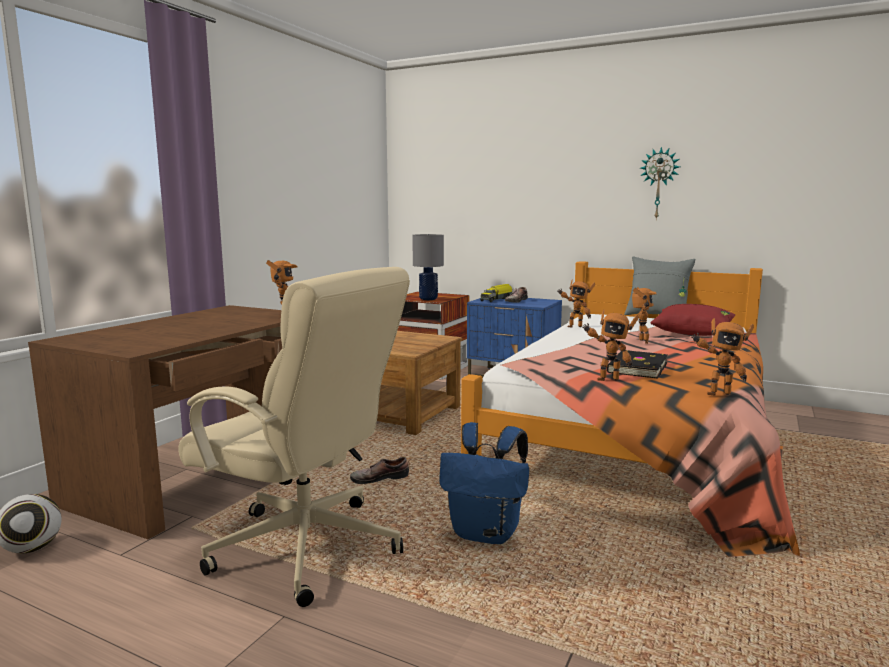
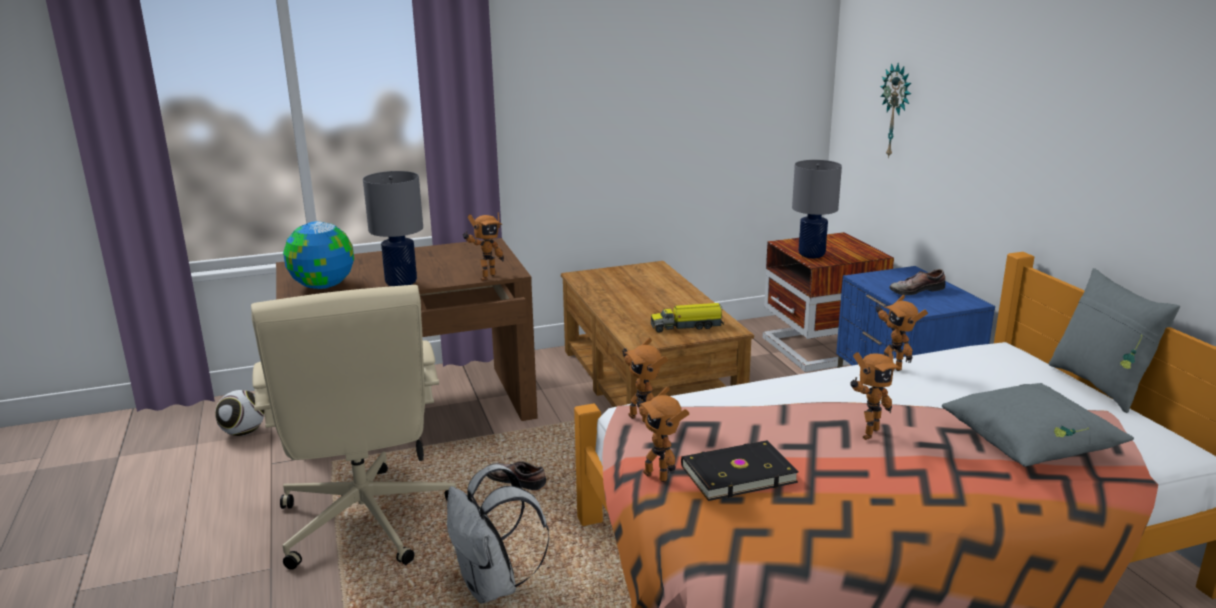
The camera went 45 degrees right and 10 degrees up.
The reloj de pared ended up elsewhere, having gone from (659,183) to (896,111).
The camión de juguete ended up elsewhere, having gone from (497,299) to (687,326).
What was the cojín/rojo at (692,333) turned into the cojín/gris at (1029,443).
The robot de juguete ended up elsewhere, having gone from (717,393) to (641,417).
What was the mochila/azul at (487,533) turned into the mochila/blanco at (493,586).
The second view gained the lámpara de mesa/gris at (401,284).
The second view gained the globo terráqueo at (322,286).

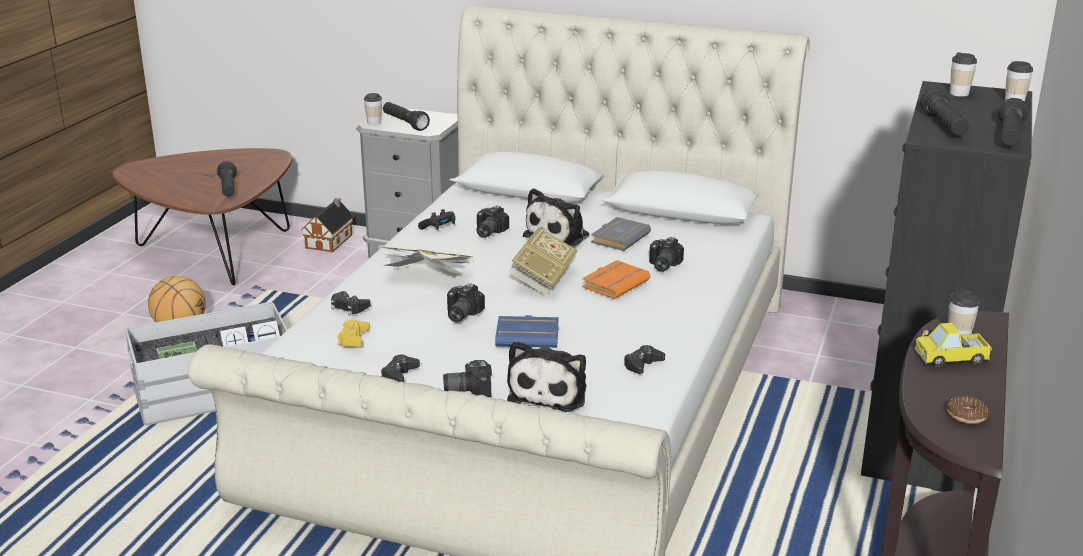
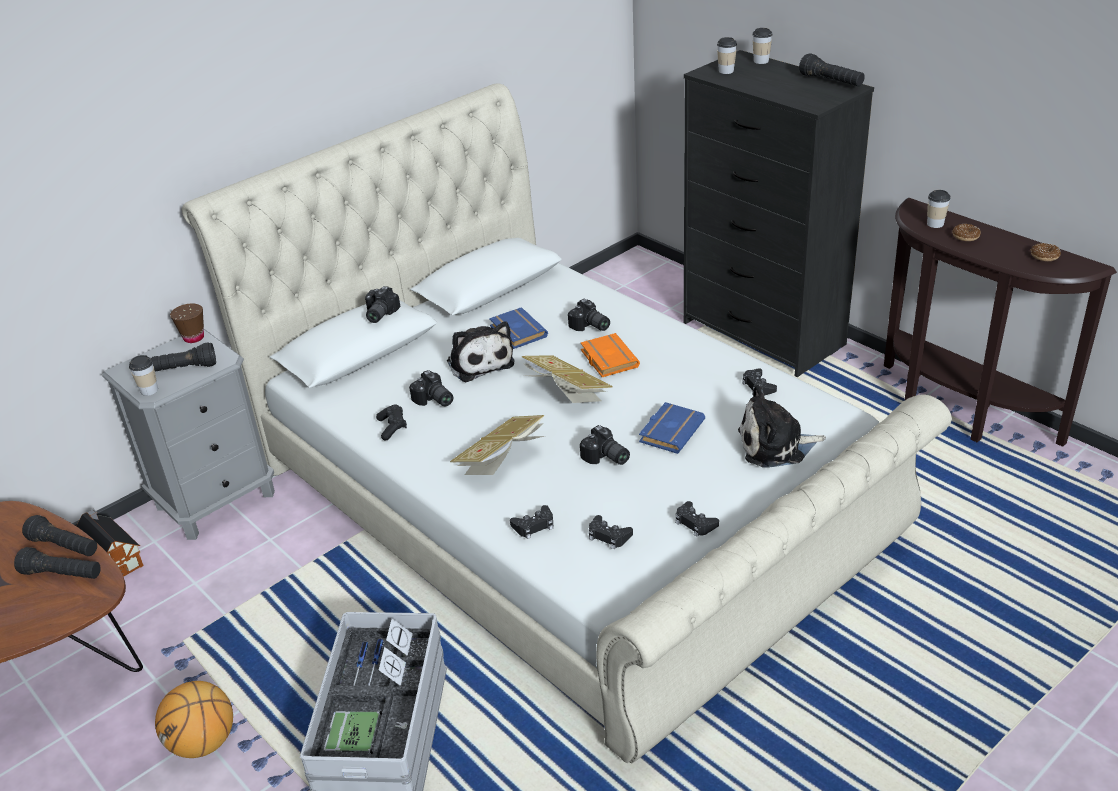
The camera went 60 degrees left and 10 degrees up.
The linterna/negro ended up elsewhere, having gone from (943,126) to (65,547).
What was the libro/gris at (619,238) turned into the libro/azul at (516,332).
What was the mando de consola/amarillo at (353,338) turned into the mando de consola/negro at (608,536).
Where the camión de juguete stood at (951,358), the rosquilla came to stand at (965,236).
The peluche at (550,392) ended up facing another way, 135 degrees clockwise from before.
The cámara ended up elsewhere, having gone from (467,389) to (378,314).
The second view gained the taza/marrón at (194,338).

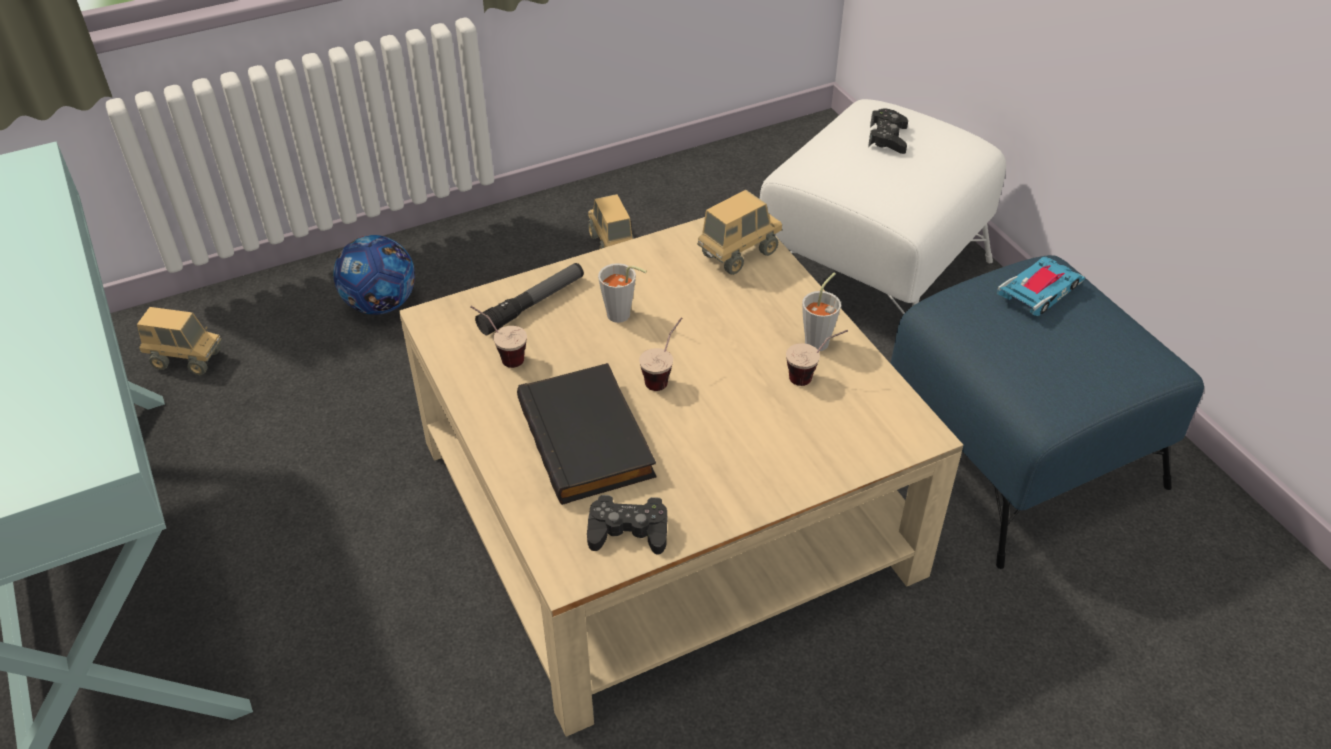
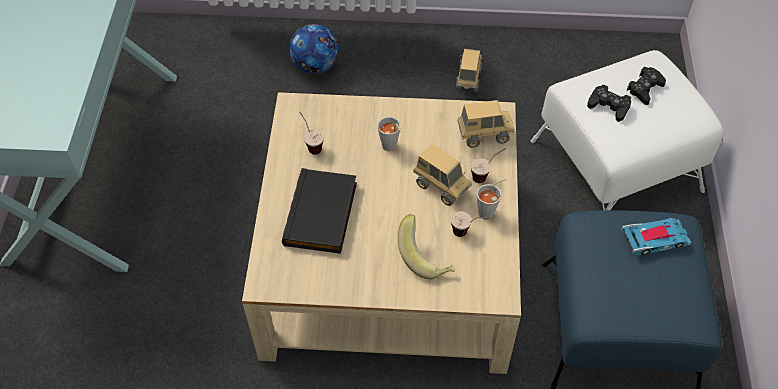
The camera went 30 degrees right and 10 degrees up.
The second view lost the linterna at (532,305).
The camión de juguete ended up elsewhere, having gone from (186,360) to (441,187).
The taza ended up elsewhere, having gone from (664,375) to (486,175).
The mando de consola/negro ended up elsewhere, having gone from (628,531) to (609,106).
The second view gained the plátano at (426,257).

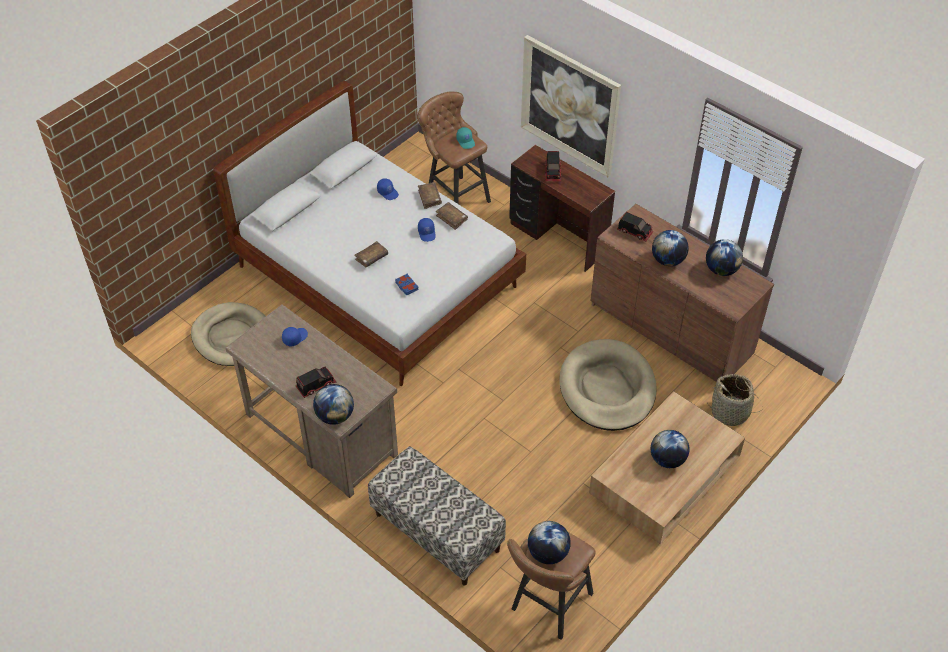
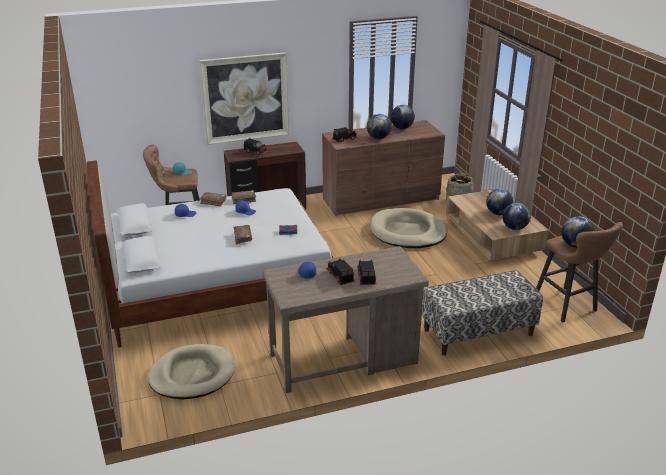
The camera went 60 degrees left and 20 degrees down.
The globo terráqueo ended up elsewhere, having gone from (335,416) to (514,228).
The second view gained the camión de juguete at (339,276).

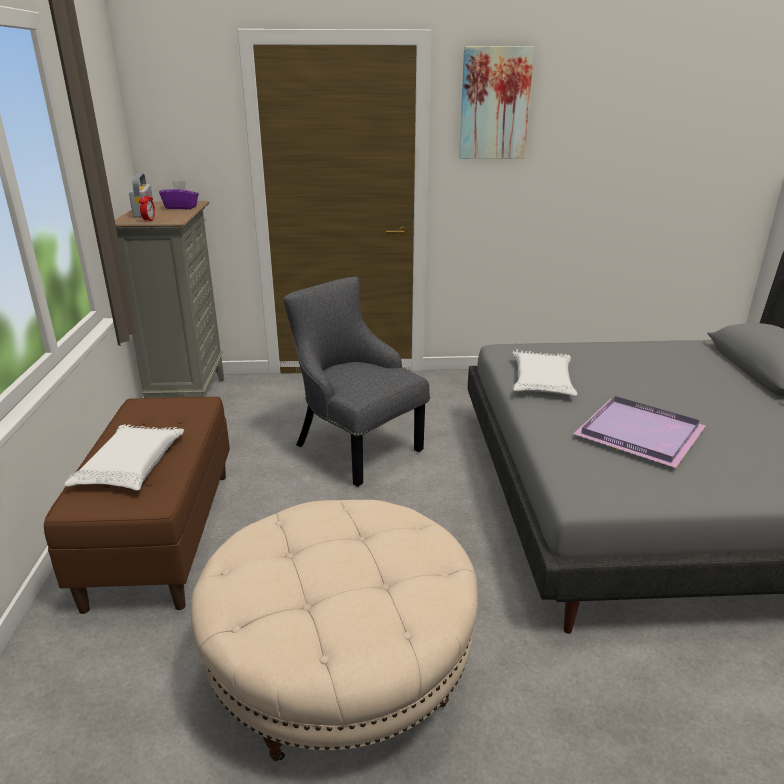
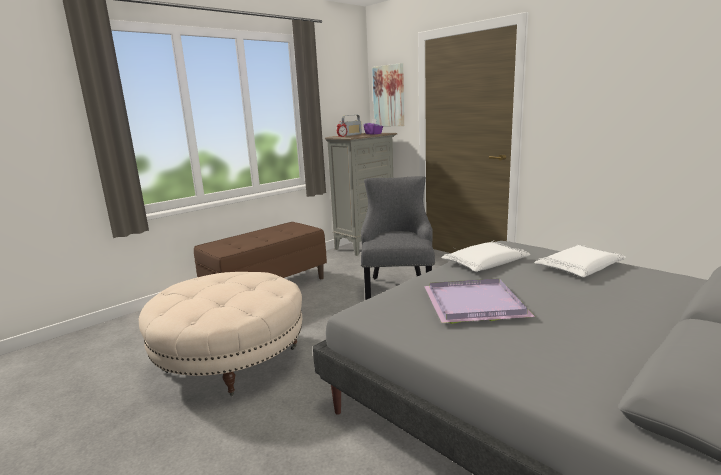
The camera went 50 degrees right and 10 degrees down.
The cuadro ended up elsewhere, having gone from (494,104) to (389,96).
The cojín/blanco ended up elsewhere, having gone from (130,464) to (580,266).

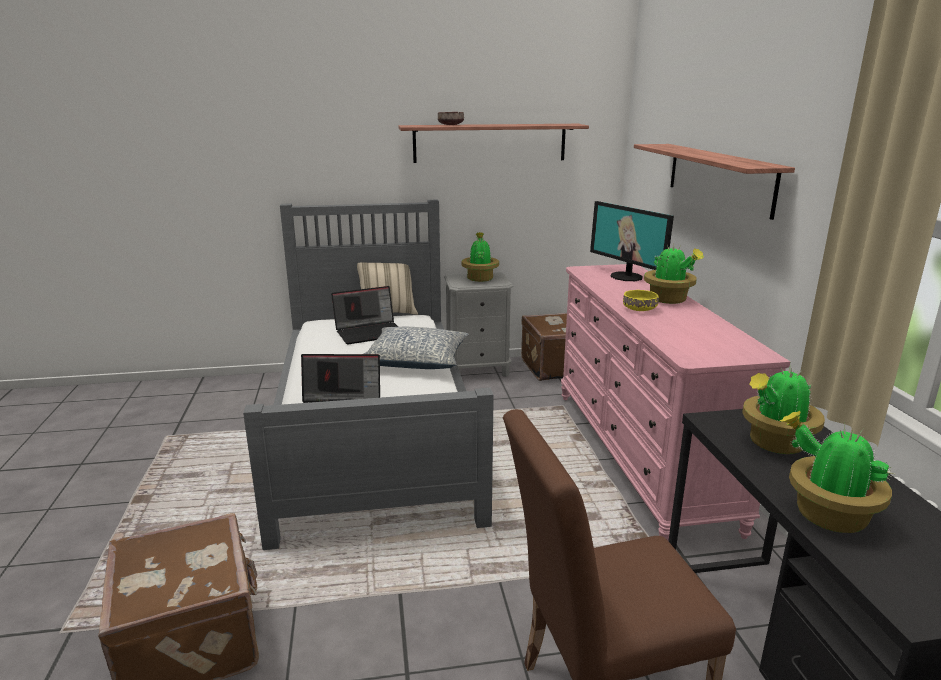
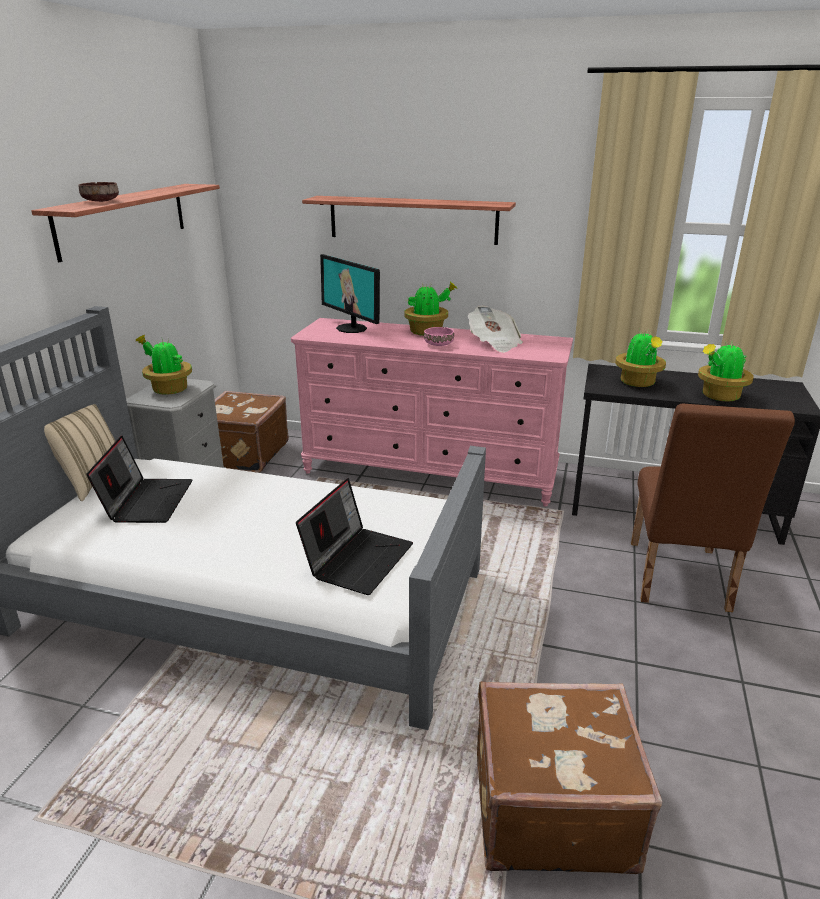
The camera went 65 degrees left and 5 degrees up.
The monitor at (627,276) ended up facing another way, 60 degrees clockwise from before.
What was the cuenco/amarillo at (638,309) turned into the cuenco/rosa at (438,344).
The second view lost the cojín at (416,360).
The second view gained the periódico at (494,344).

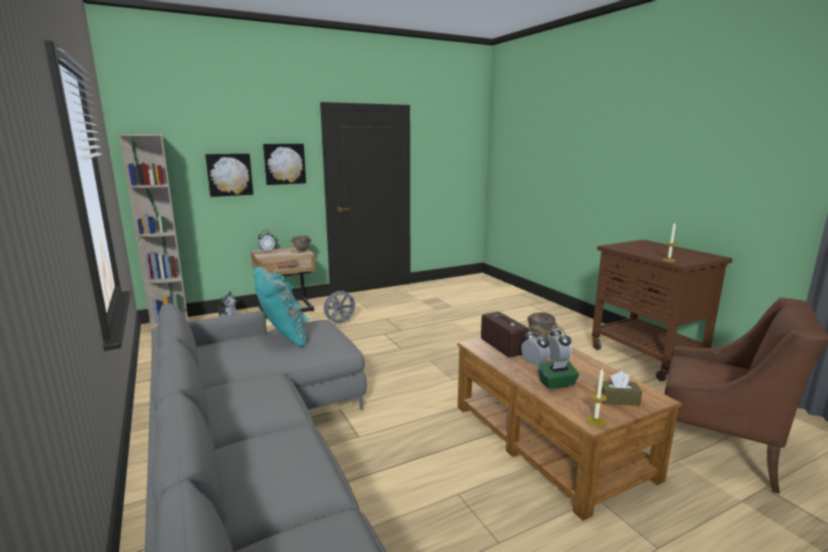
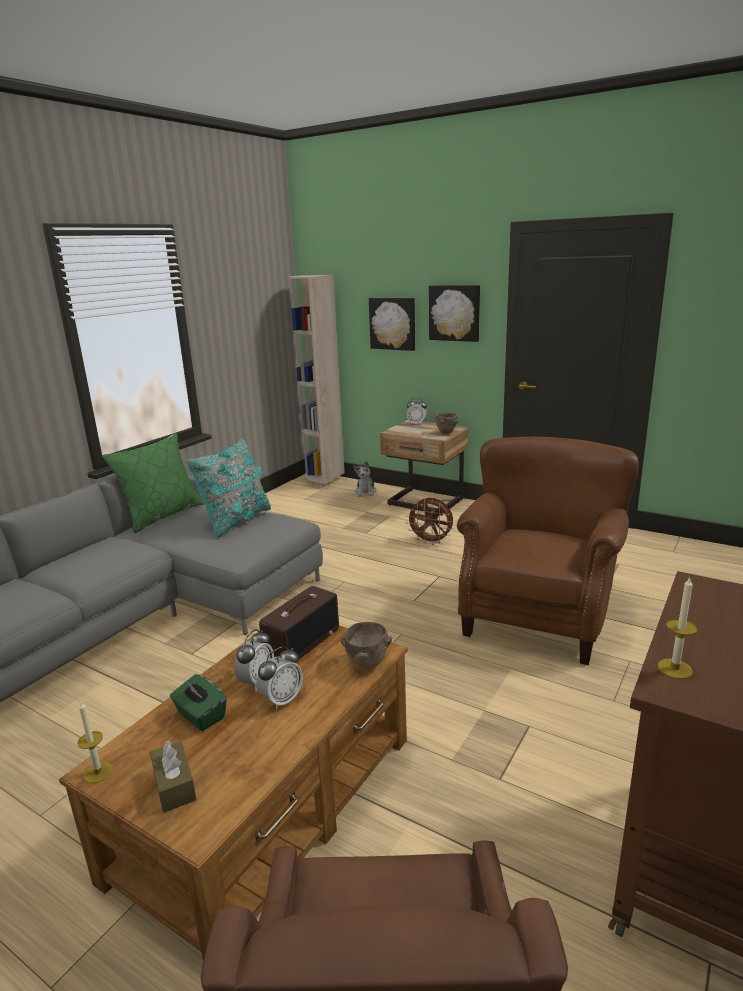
The camera went 60 degrees right and 5 degrees up.
What was the ventilador/gris at (340,323) turned into the ventilador/marrón at (431,541).
The second view gained the cojín/verde at (162,515).
The second view gained the sillón/marrón at (538,613).

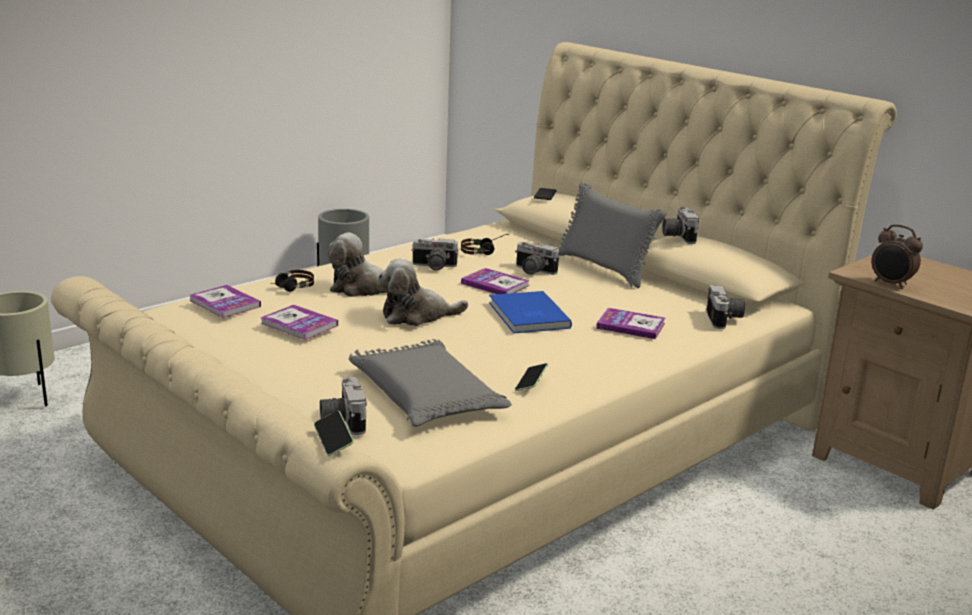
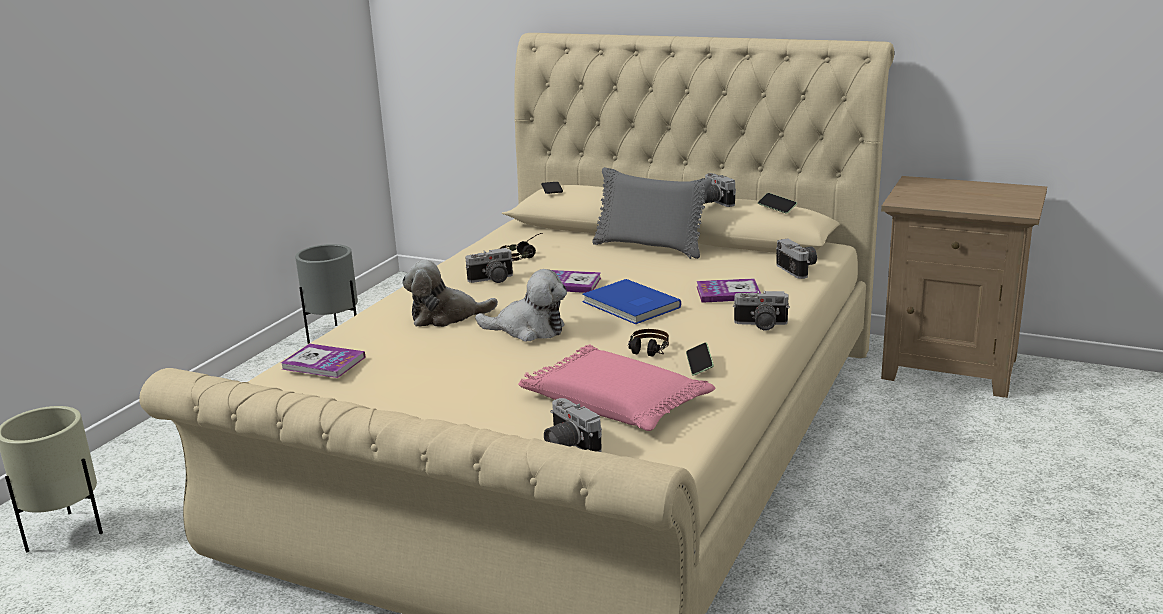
The camera went 20 degrees left and 0 degrees up.
The second view lost the despertador at (891,284).
The cámara ended up elsewhere, having gone from (532,271) to (760,325).
The peluche at (416,316) ended up facing another way, 135 degrees counterclockwise from before.
The auriculares ended up elsewhere, having gone from (288,289) to (647,354).
The second view lost the libro at (299,324).
What was the cojín/gris at (426,393) turned into the cojín/rosa at (615,399).
The móvil ended up elsewhere, having gone from (333,440) to (777,208).

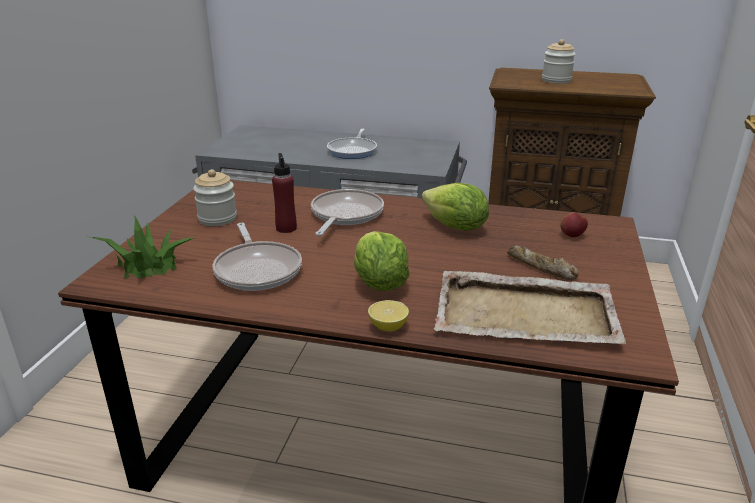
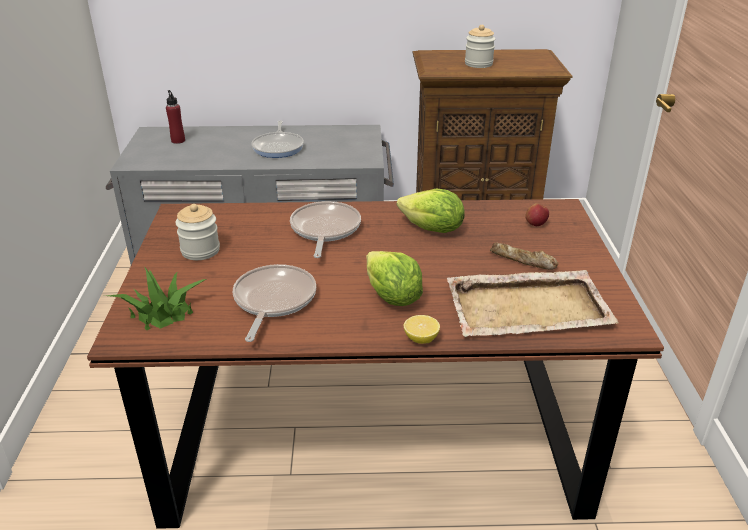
The camera went 15 degrees left and 5 degrees up.
The botella/rojo ended up elsewhere, having gone from (286,228) to (178,140).
The sartén at (257,269) ended up facing another way, 135 degrees counterclockwise from before.

